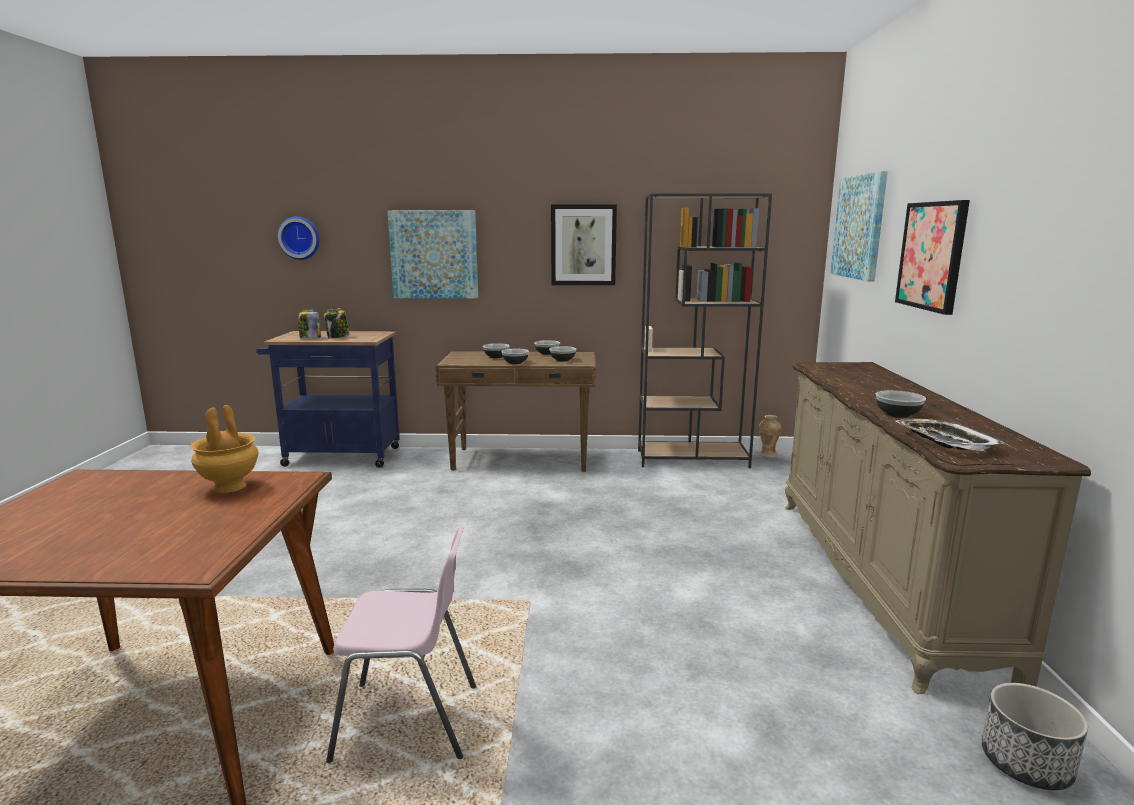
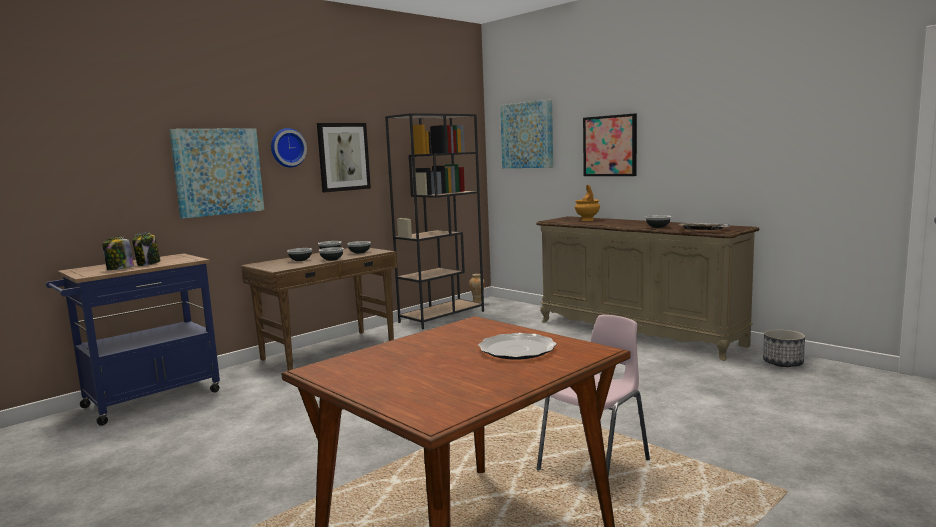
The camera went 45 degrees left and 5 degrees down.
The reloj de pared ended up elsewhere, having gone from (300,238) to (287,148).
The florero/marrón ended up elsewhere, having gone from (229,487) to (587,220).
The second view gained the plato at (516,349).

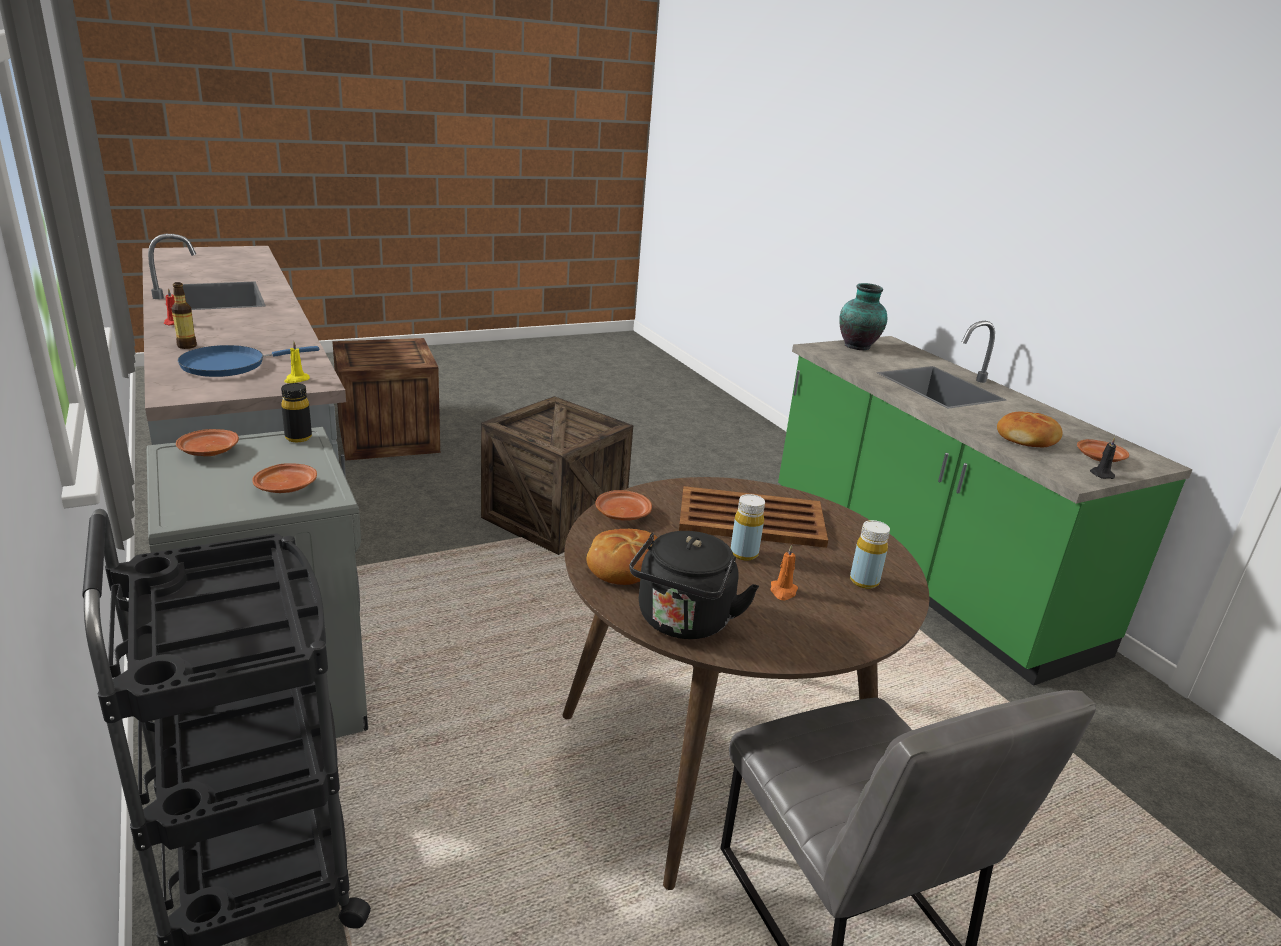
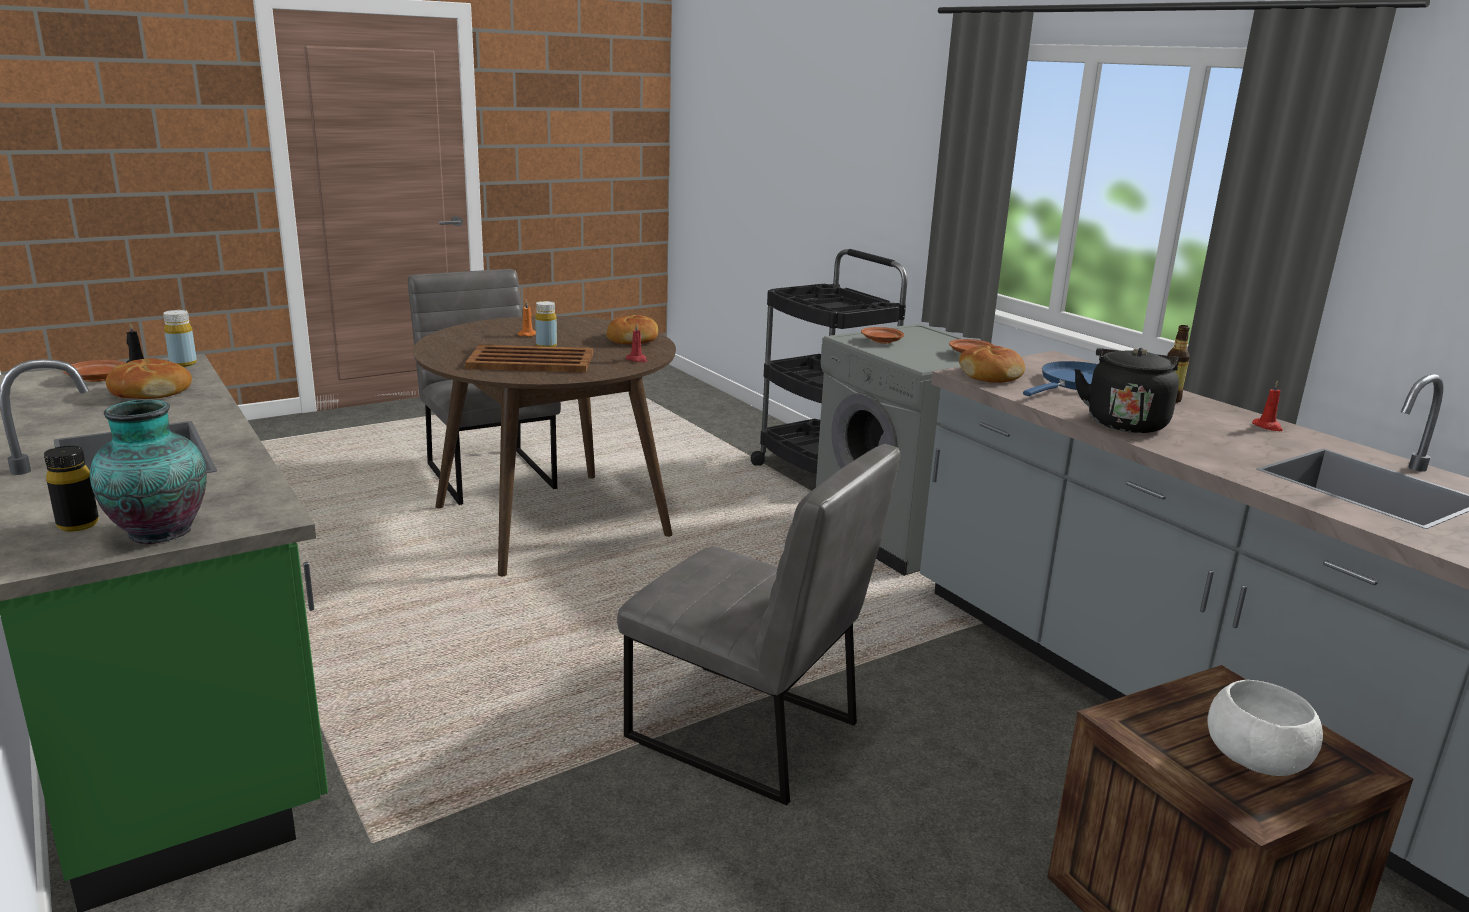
The camera went 175 degrees right and 5 degrees down.
Where the vela/amarillo stood at (296,380), the pan came to stand at (990,375).
The botella/negro ended up elsewhere, having gone from (298,438) to (78,524).
Where the caja de embalaje stood at (554,518), the silla/gris came to stand at (747,733).
Where the plato/marrón stood at (622,514), the vela/rojo came to stand at (637,360).
The botella/amarillo ended up elsewhere, having gone from (864,581) to (183,364).
The hervidor/negro ended up elsewhere, having gone from (683,623) to (1125,422).
The second view gained the cuenco/blanco at (1257,758).

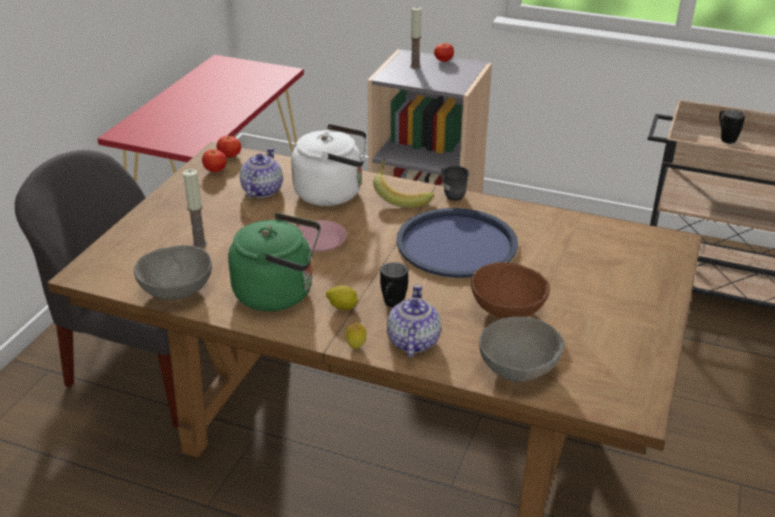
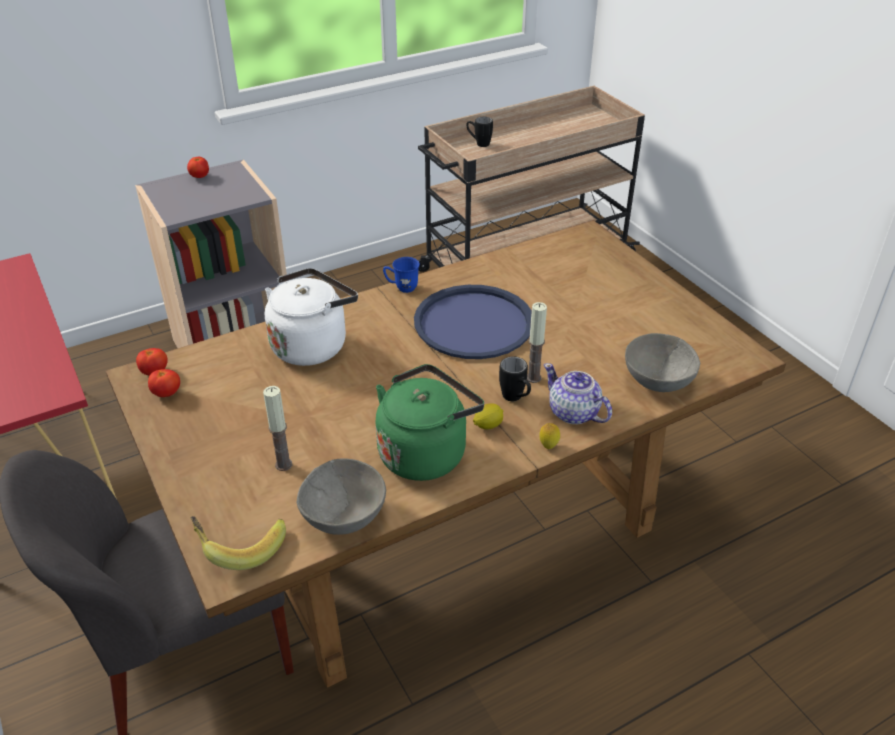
The camera went 50 degrees left and 5 degrees up.
The vela ended up elsewhere, having gone from (415,67) to (533,378).
The second view lost the tetera at (261,190).
The plátano ended up elsewhere, having gone from (401,196) to (240,546).
What was the taza grande/gris at (451,194) turned into the taza grande/azul at (402,287).
The second view lost the plato/rosa at (319,241).
The second view lost the cuenco/marrón at (506,309).

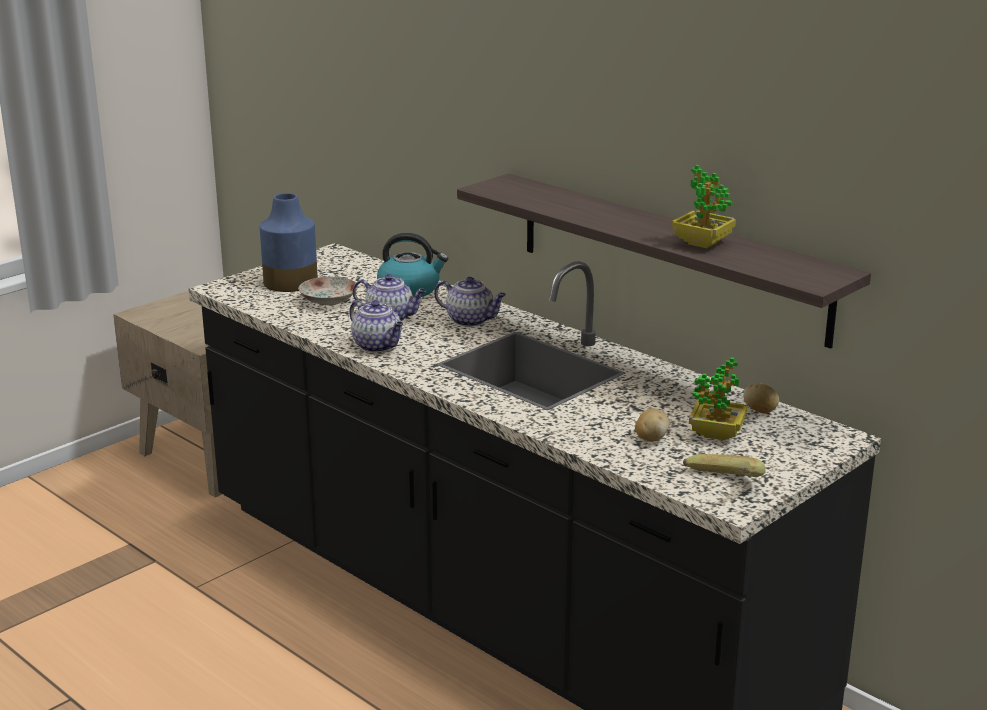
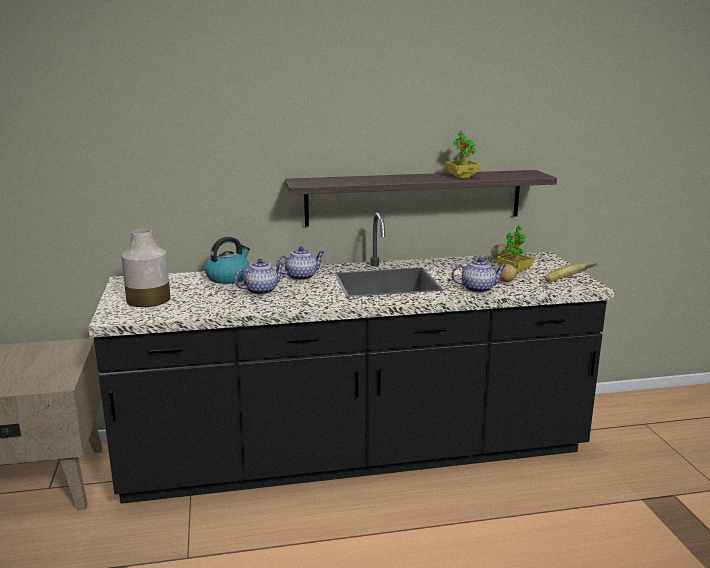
The camera went 55 degrees left and 5 degrees down.
What was the florero/azul at (290,282) turned into the florero/beis at (148,299).
The second view lost the plato at (328,301).
The tetera ended up elsewhere, having gone from (378,346) to (478,289).

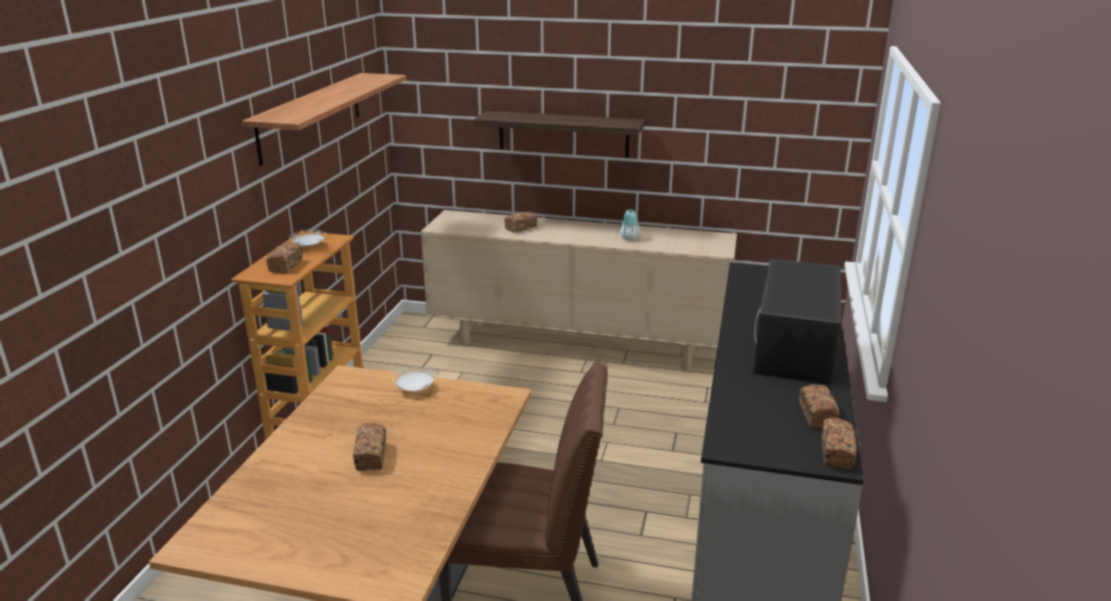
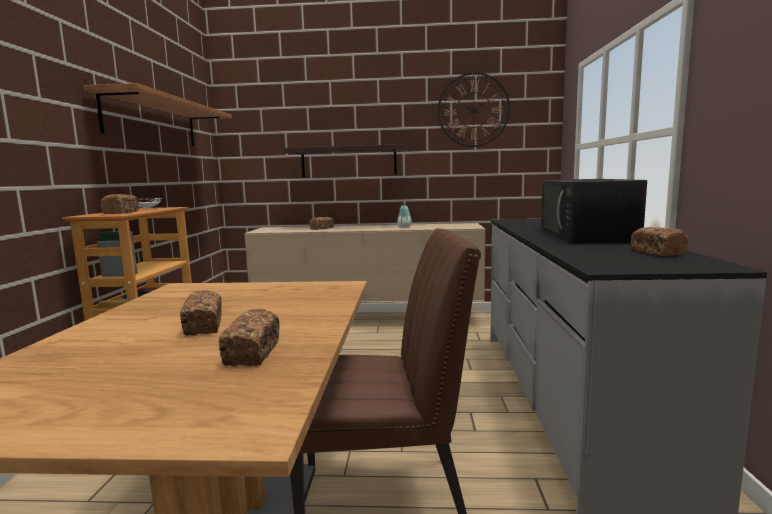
The camera went 10 degrees left and 15 degrees down.
The second view lost the plato/blanco at (415,389).
The pan ended up elsewhere, having gone from (836,453) to (253,353).
The second view gained the reloj de pared at (473,110).

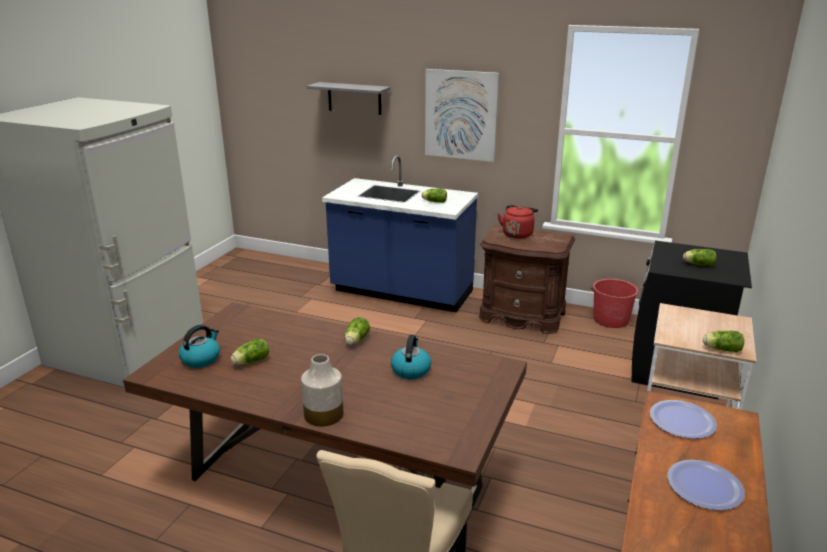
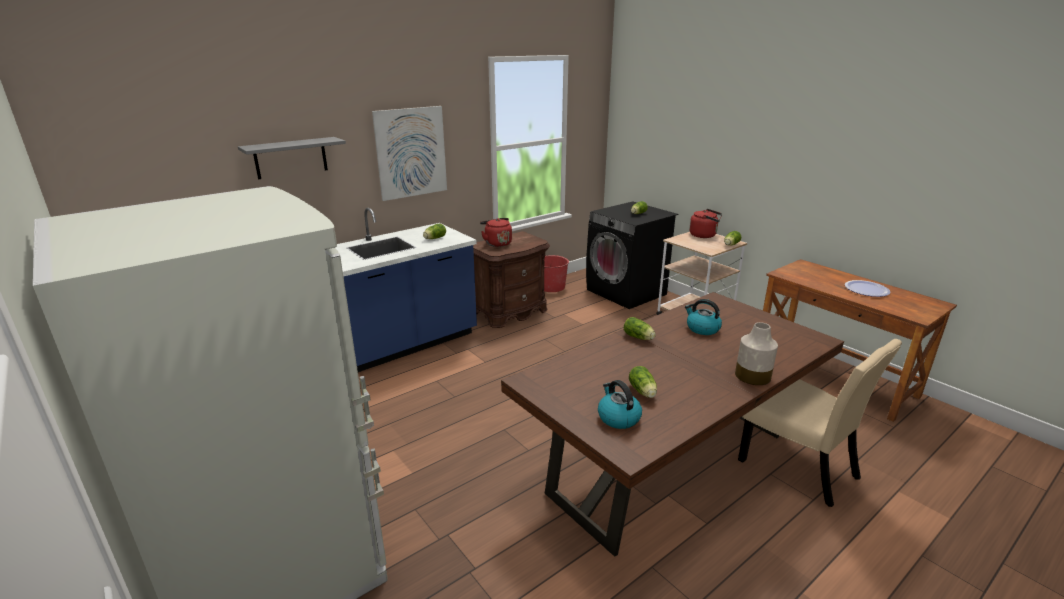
The camera went 60 degrees left and 0 degrees up.
The second view lost the plato at (682,421).
The second view gained the hervidor/rojo at (704,235).

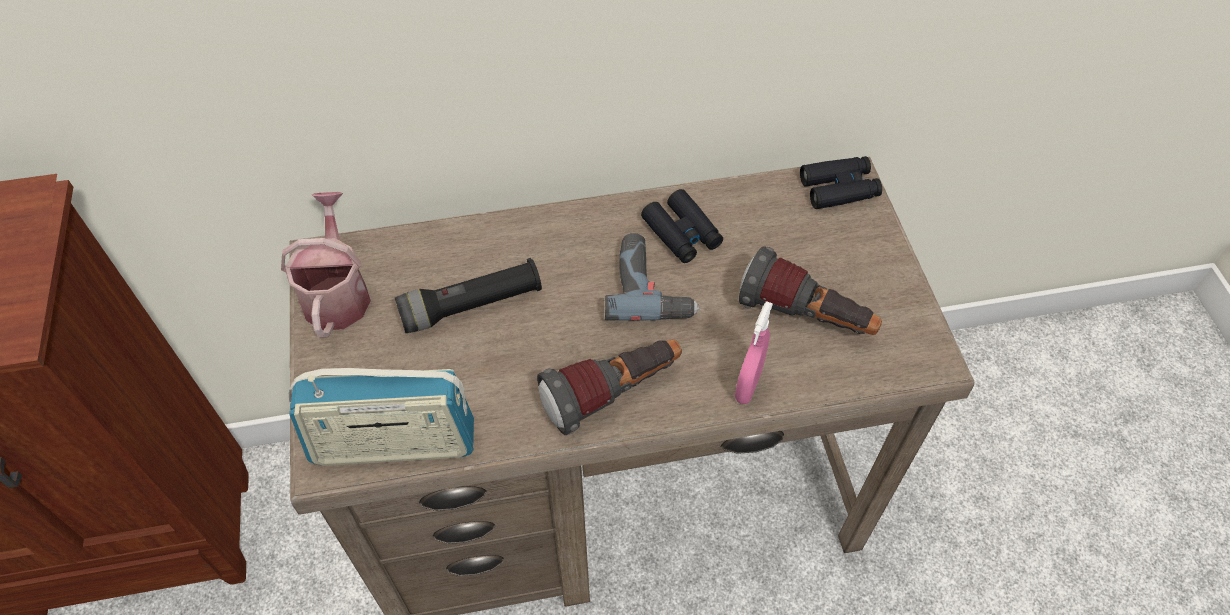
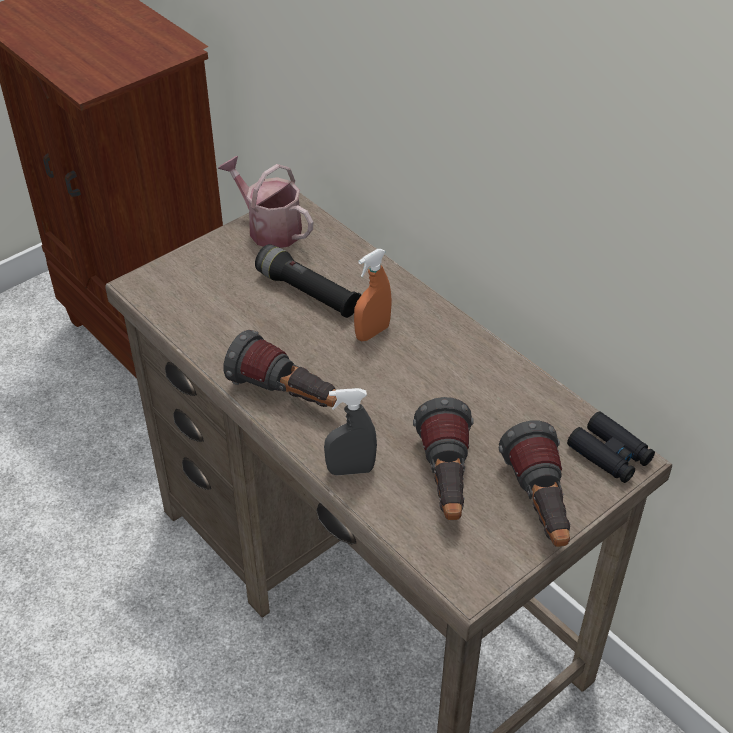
The camera went 60 degrees right and 10 degrees down.
The second view lost the prismáticos/negro at (682,233).
The regadera at (337,293) ended up facing another way, 105 degrees counterclockwise from before.
The second view lost the taladro at (651,286).
What was the pulverizador/rosa at (748,385) turned into the pulverizador/gris at (350,470).
The second view lost the radio at (394,444).
The second view gained the pulverizador/naranja at (372,332).
The second view gained the linterna at (539,506).

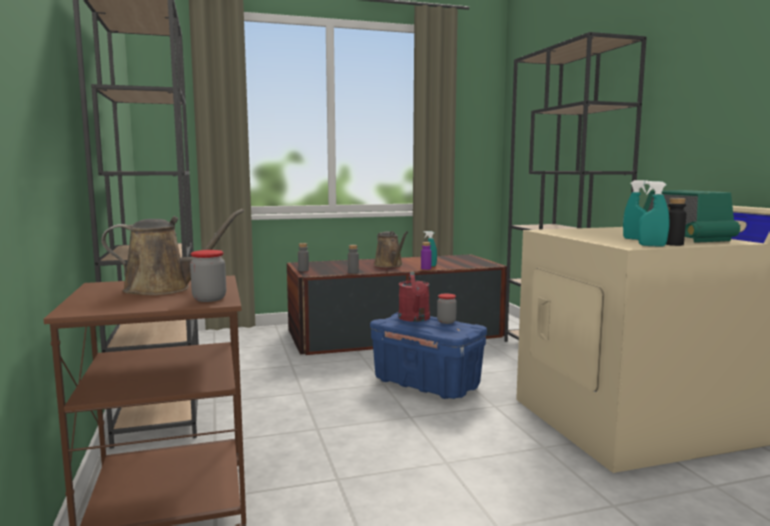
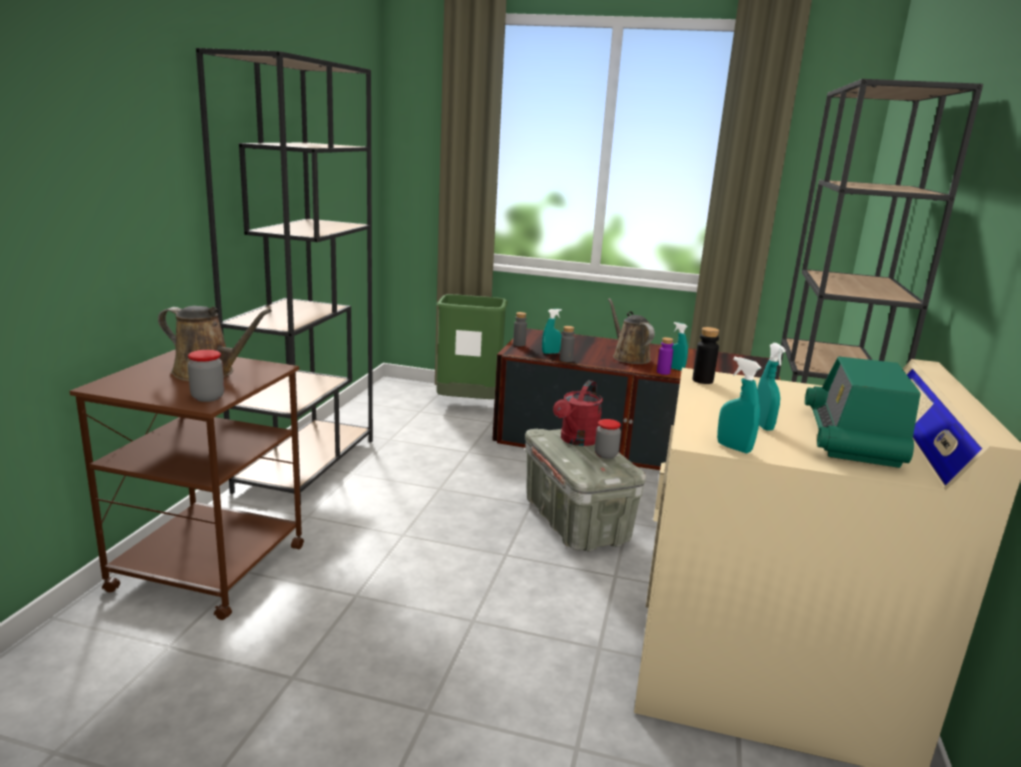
The camera went 30 degrees right and 10 degrees up.
The botella/negro ended up elsewhere, having gone from (673,244) to (702,380).
The regadera/marrón at (390,265) ended up facing another way, 150 degrees clockwise from before.
What was the caja de almacenaje/azul at (425,384) turned into the caja de almacenaje/gris at (574,520).
The second view gained the papelera/verde at (468,405).
The second view gained the pulverizador/turquesa at (550,353).

